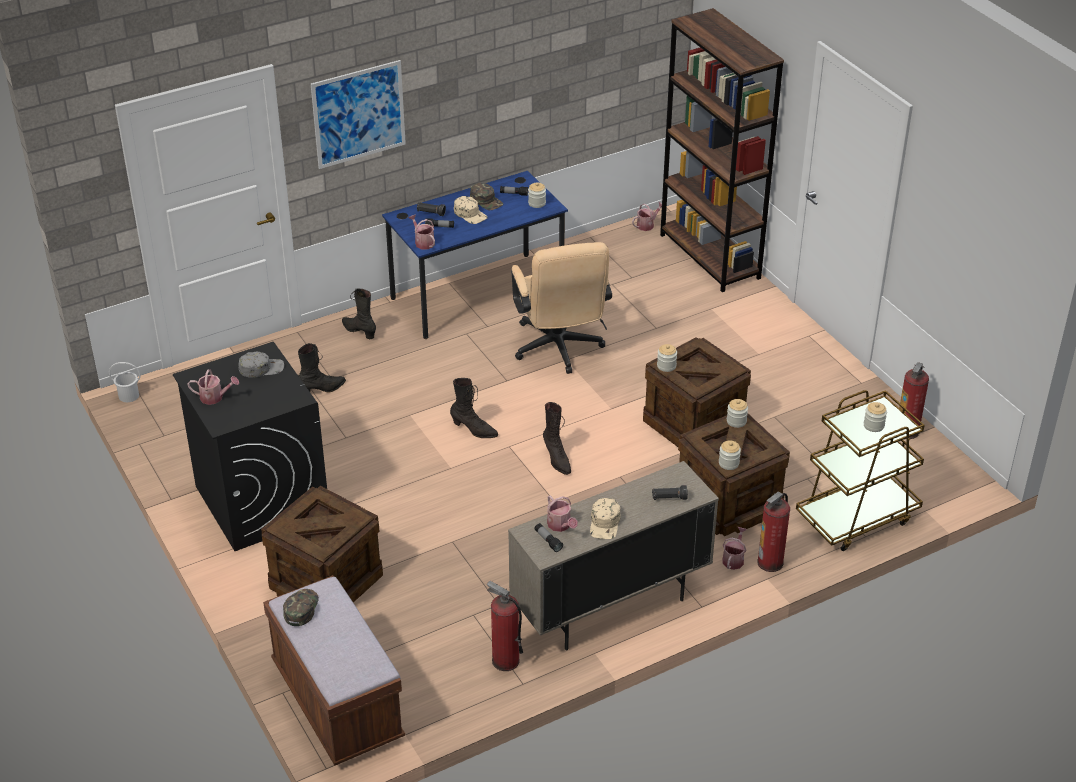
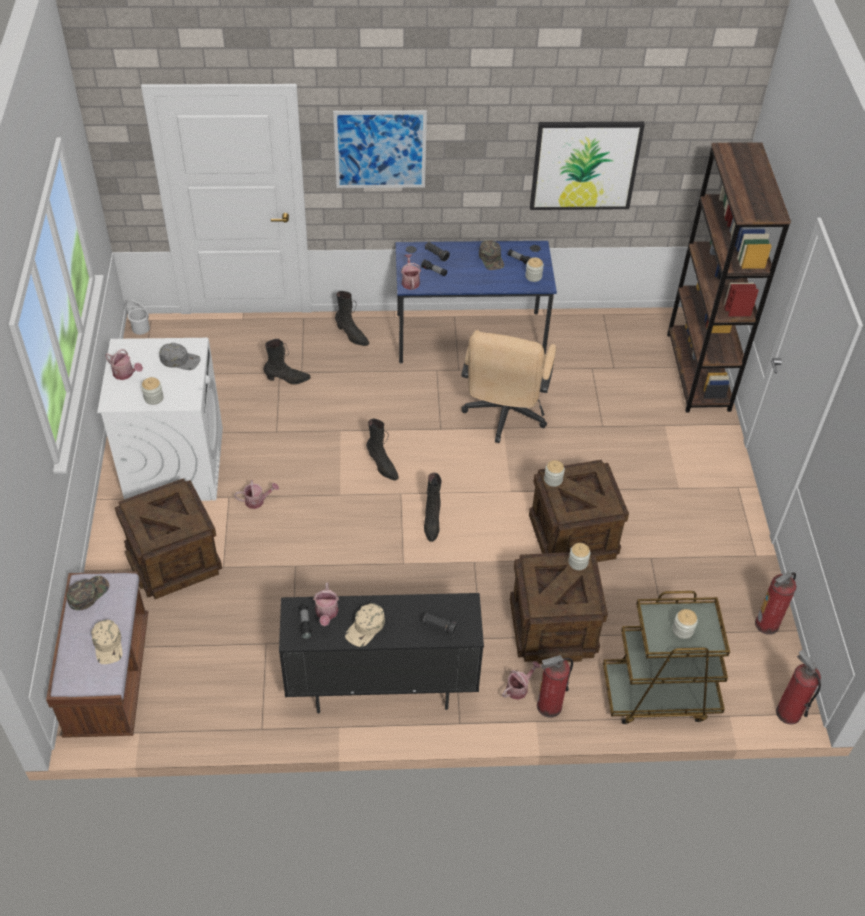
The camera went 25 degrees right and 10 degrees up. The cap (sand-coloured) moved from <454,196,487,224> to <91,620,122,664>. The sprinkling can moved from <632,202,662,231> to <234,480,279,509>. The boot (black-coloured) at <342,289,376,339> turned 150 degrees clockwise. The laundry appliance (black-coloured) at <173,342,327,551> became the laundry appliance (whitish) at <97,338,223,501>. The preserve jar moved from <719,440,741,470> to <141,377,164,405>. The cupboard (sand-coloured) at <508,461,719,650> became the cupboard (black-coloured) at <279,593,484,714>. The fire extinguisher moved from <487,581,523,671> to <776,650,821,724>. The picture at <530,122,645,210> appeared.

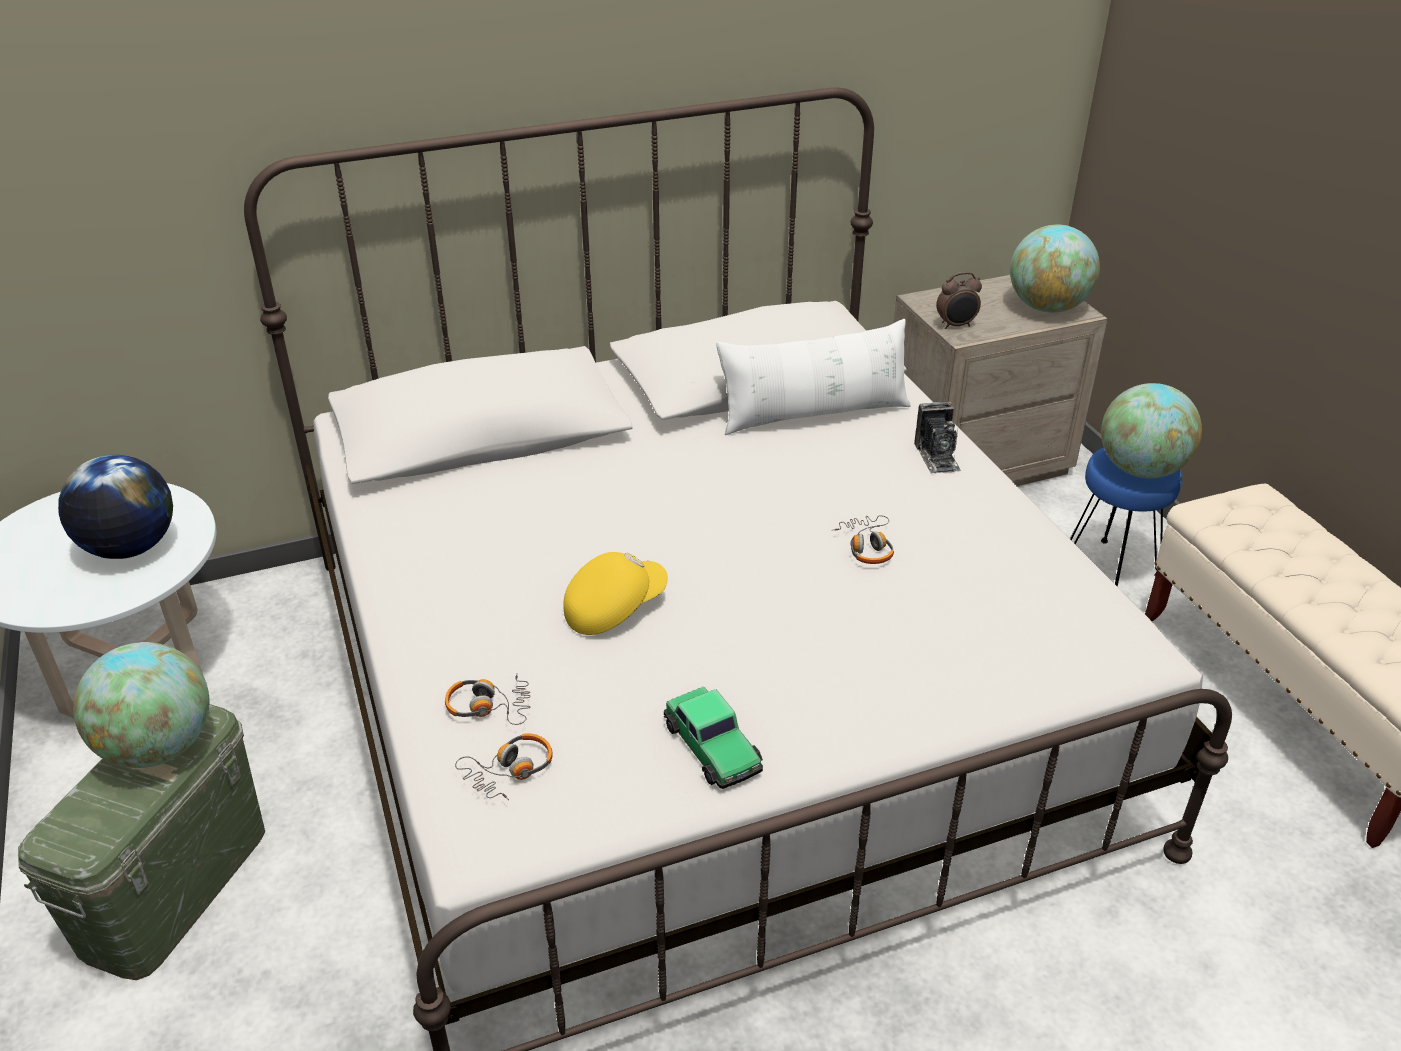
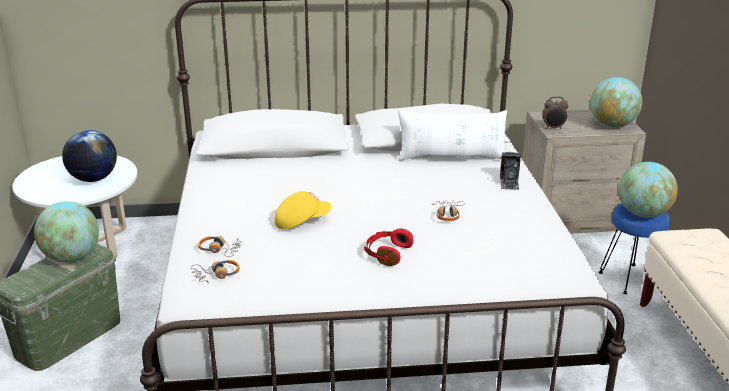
The camera went 15 degrees right and 10 degrees down. The toy car at <664,687,763,789> disappeared. The headset (reddish) at <364,228,413,266> appeared.

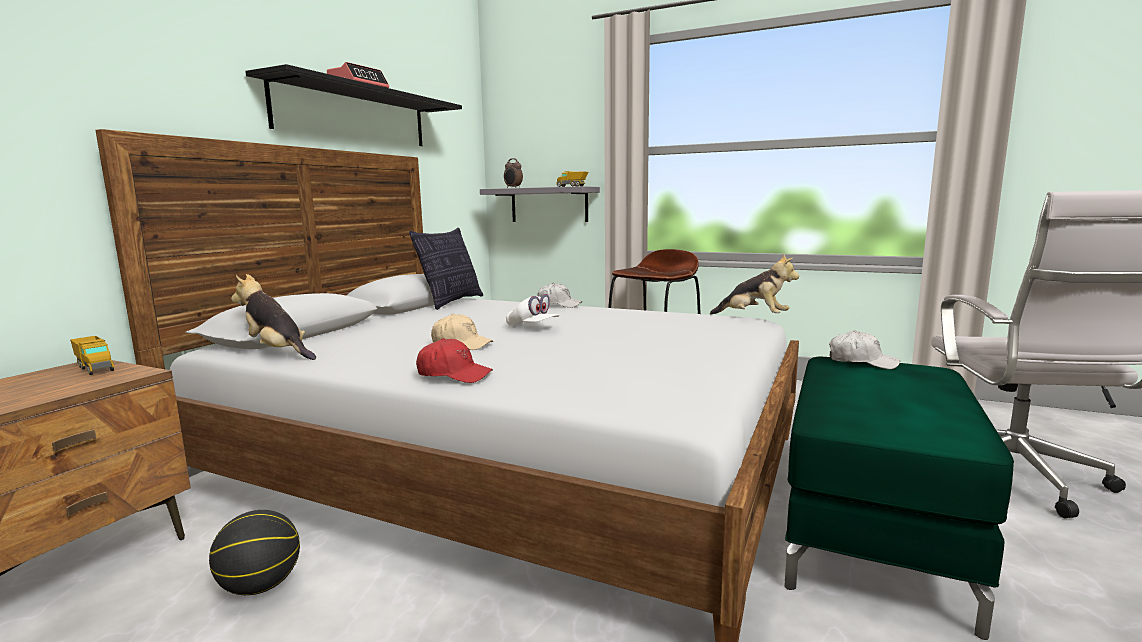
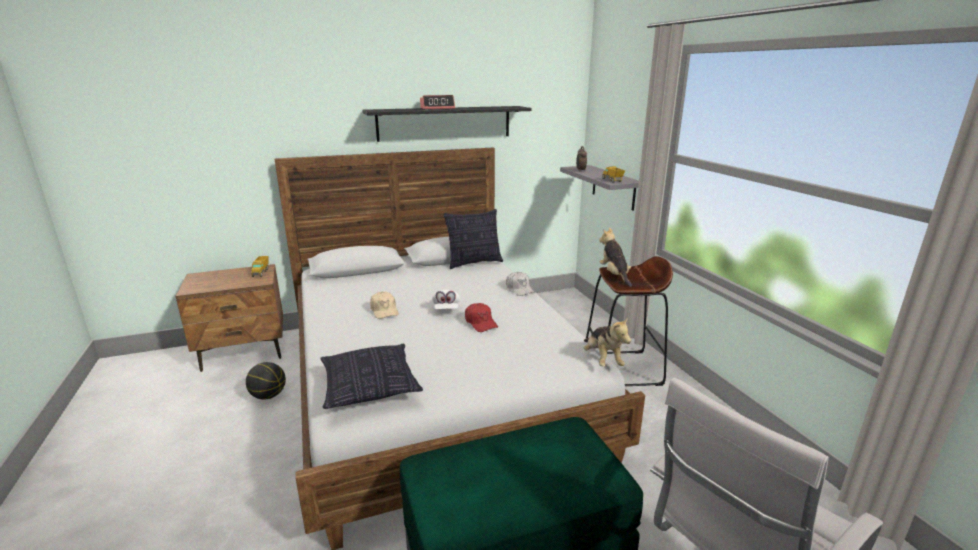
The camera went 45 degrees right and 10 degrees up. The plush toy moved from <231,274,316,360> to <599,227,632,287>. The cap (whitish) at <829,331,900,369> disappeared. The cap (reddish) moved from <416,338,493,383> to <465,303,498,332>. The pillow at <320,344,423,409> appeared.

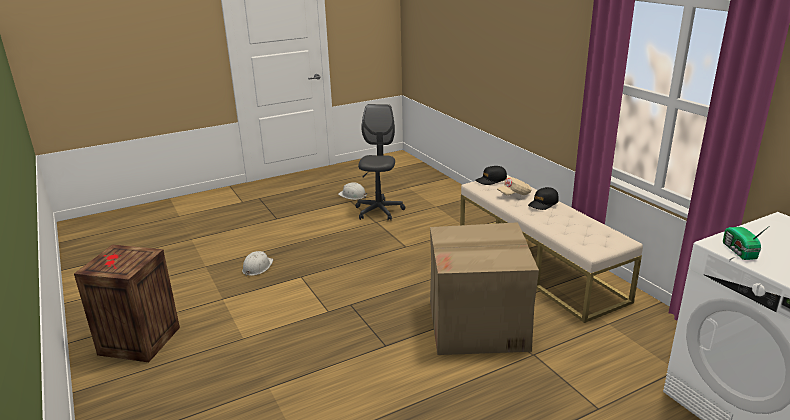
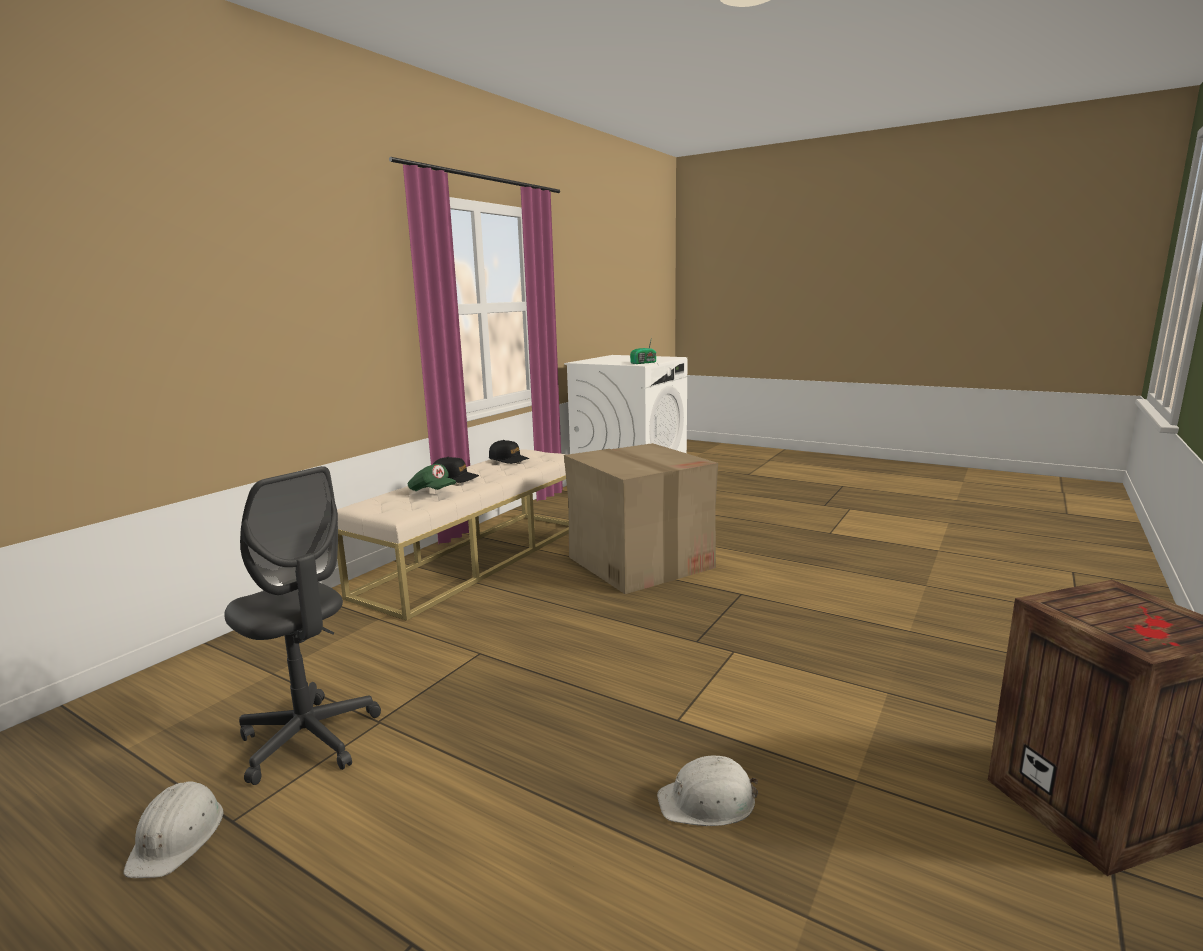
The camera went 120 degrees left and 10 degrees down. The desk chair (gray) at <355,104,405,220> turned 120 degrees counterclockwise. The cap (black-coloured) moved from <475,166,507,185> to <489,440,529,464>. The cap (sand-coloured) at <497,177,531,195> became the cap (green-coloured) at <407,464,456,491>.

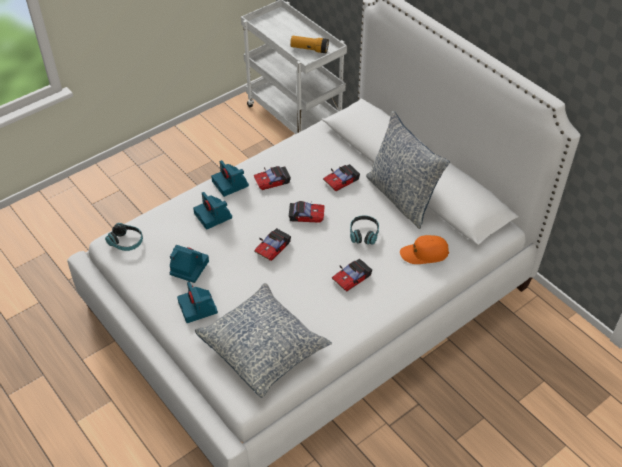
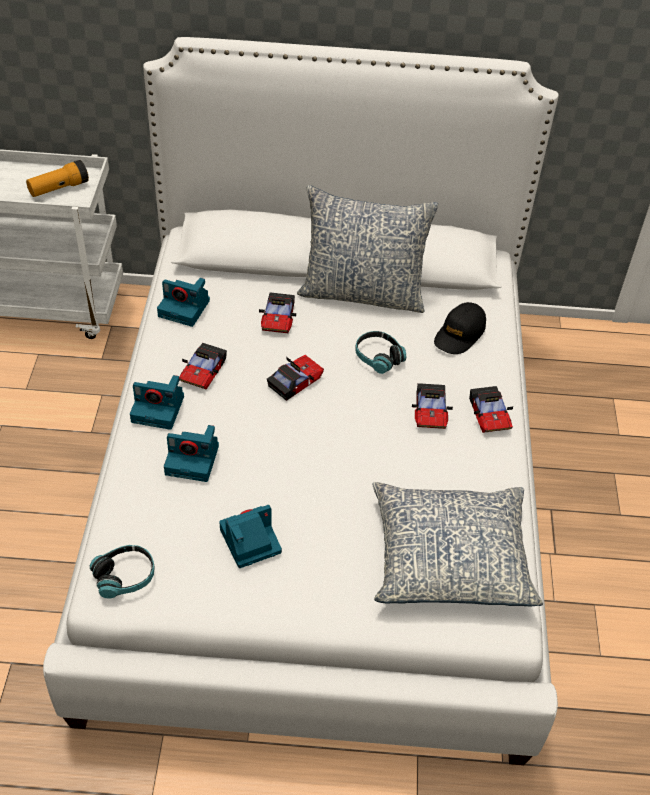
The camera went 50 degrees left and 0 degrees up. The toy car moved from <254,228,291,261> to <469,386,513,433>. The cap (orange) at <400,235,449,264> became the cap (black-coloured) at <434,302,486,354>. The photo camera moved from <177,281,218,323> to <157,278,210,327>.

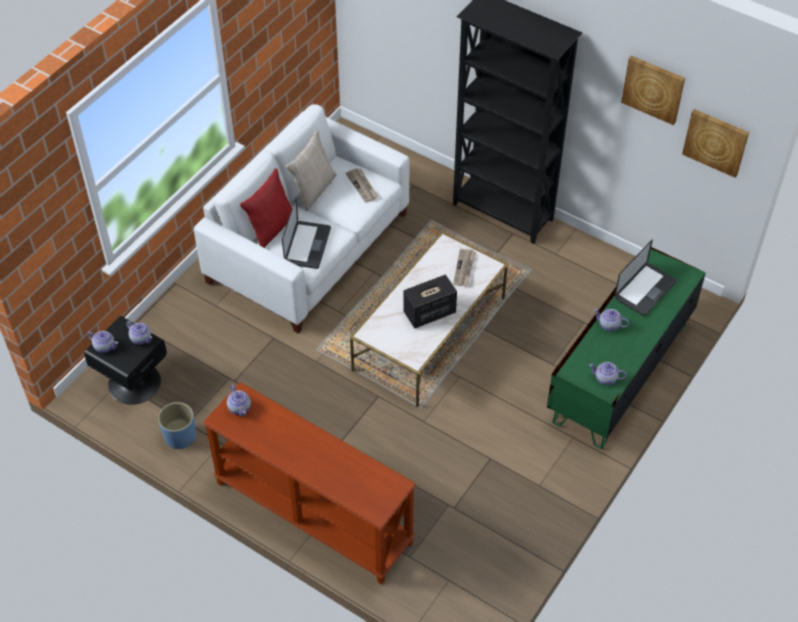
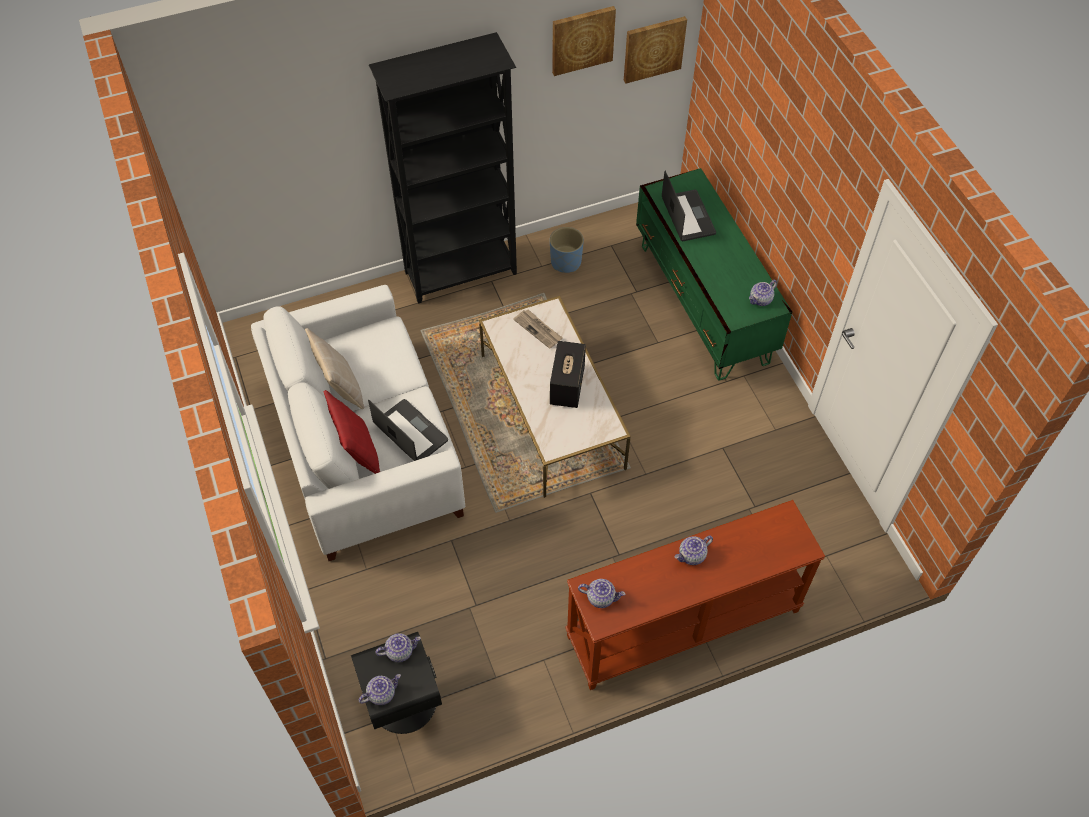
The camera went 55 degrees left and 5 degrees up. The printed paper at <346,168,378,202> disappeared. The tea pot moved from <594,309,629,331> to <675,536,713,565>. The plant pot (blue) moved from <158,402,196,449> to <550,227,584,273>.

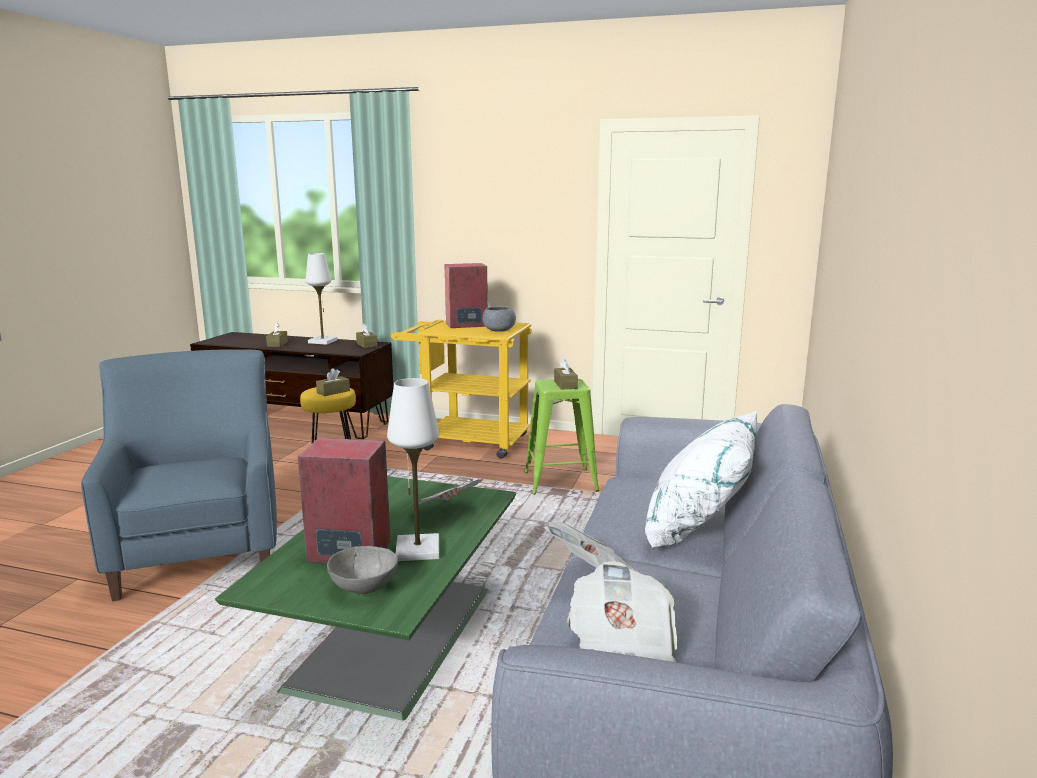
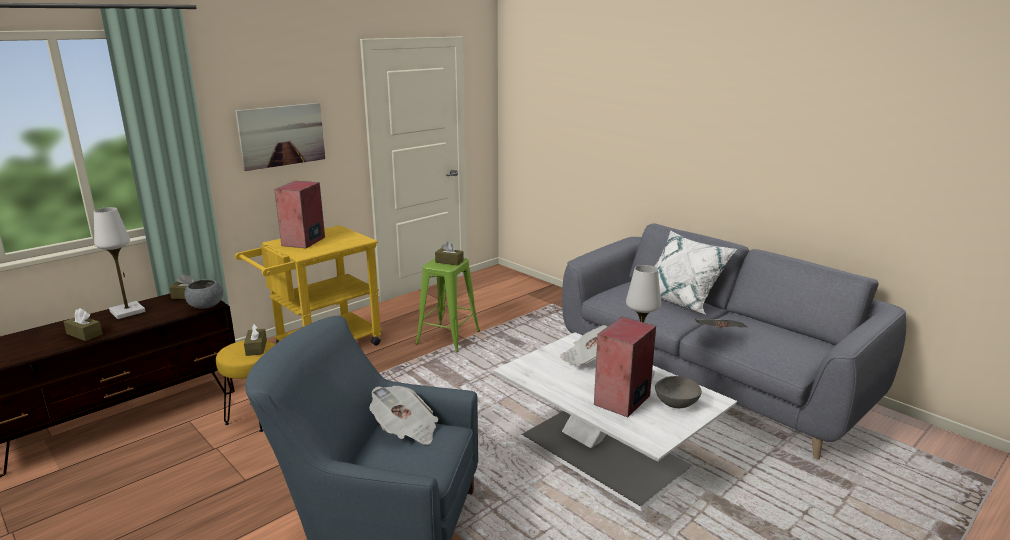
The camera went 60 degrees left and 5 degrees up. The serving bowl (gray) moved from <483,306,516,332> to <184,279,223,309>. The low table (green-coloured) at <215,476,516,721> became the low table (whitish) at <493,332,737,511>. The printed paper moved from <567,561,677,662> to <369,386,438,445>. The picture at <235,103,325,171> appeared.

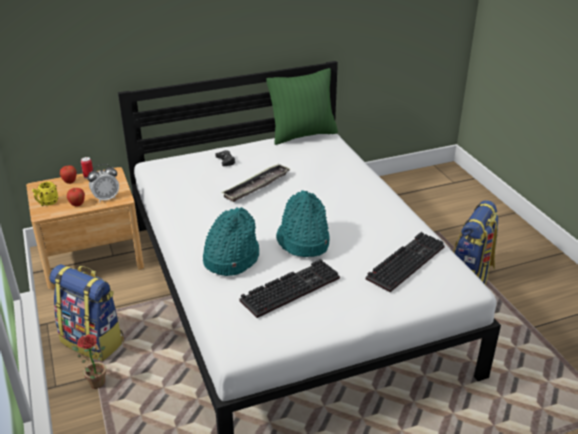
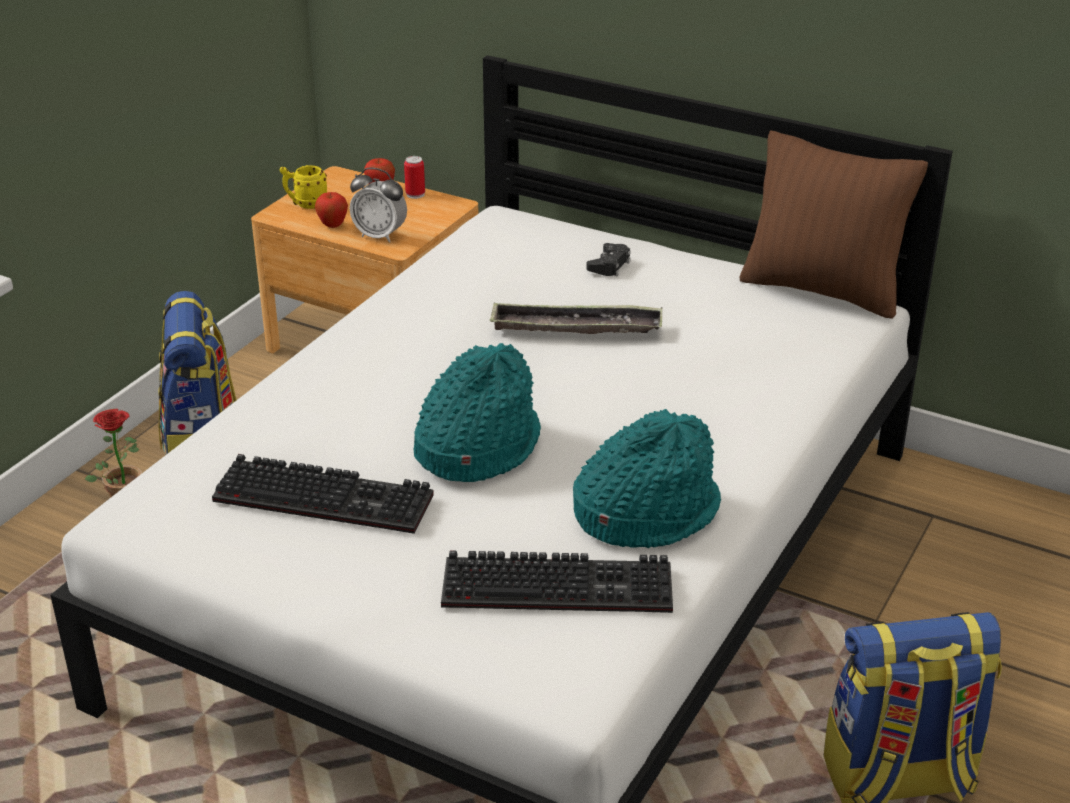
The camera went 50 degrees right and 0 degrees up. The pillow (green-coloured) at <266,68,338,145> became the pillow (brown) at <740,131,928,319>. The hat (turquoise) moved from <203,207,259,276> to <573,409,721,548>.

